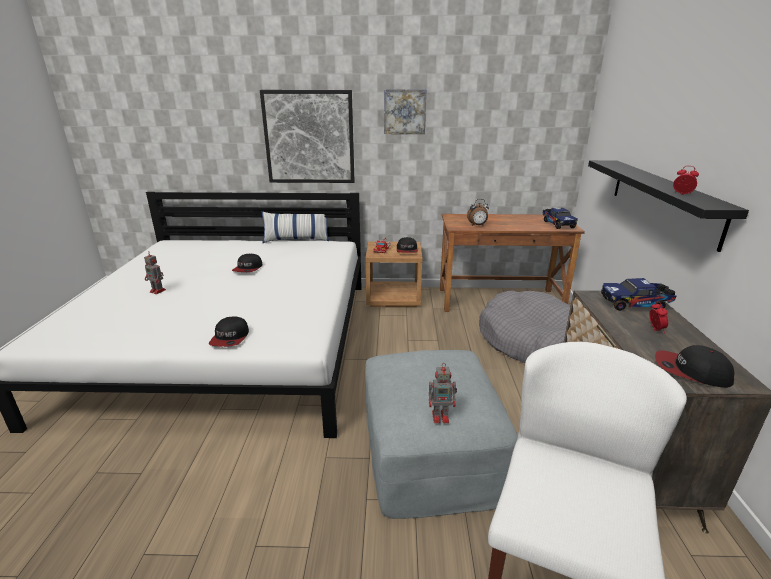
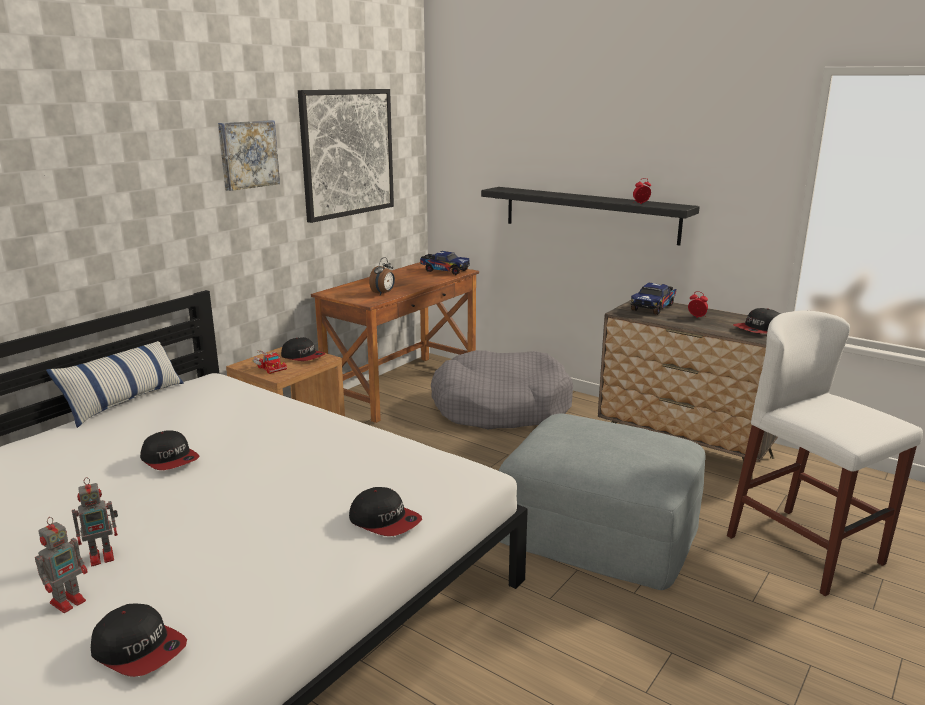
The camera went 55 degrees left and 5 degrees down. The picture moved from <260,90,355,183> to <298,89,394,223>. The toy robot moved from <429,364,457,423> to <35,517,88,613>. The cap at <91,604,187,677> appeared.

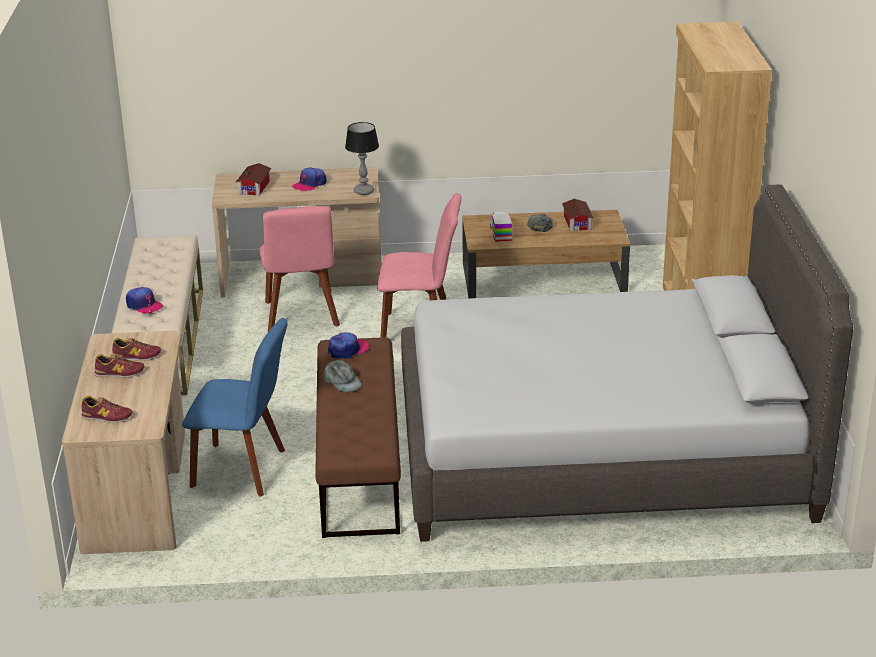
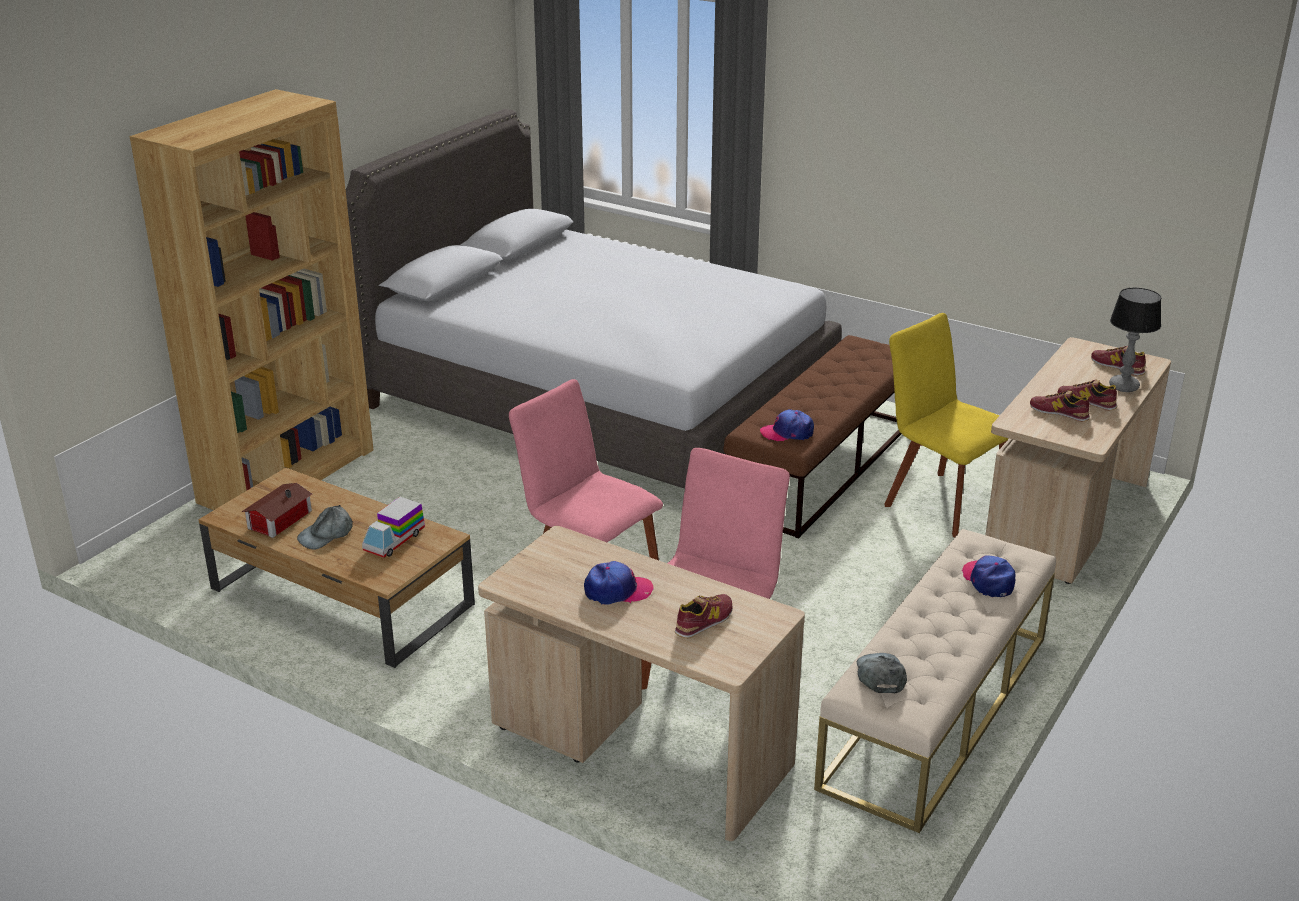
The camera went 145 degrees left and 0 degrees up. The tabletop lamp moved from <345,122,379,195> to <1109,288,1161,392>. The model house at <236,163,271,196> was replaced by the low shoe at <675,594,732,639>. The plain chair (blue) at <182,318,288,497> became the plain chair (yellowish) at <884,313,1009,537>. The cap (gray) moved from <324,360,362,392> to <857,653,907,693>.

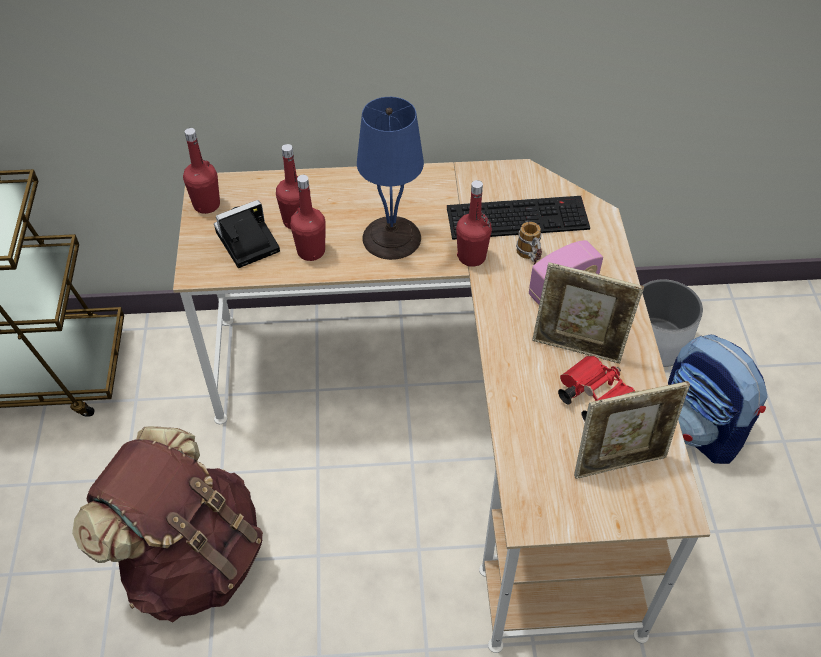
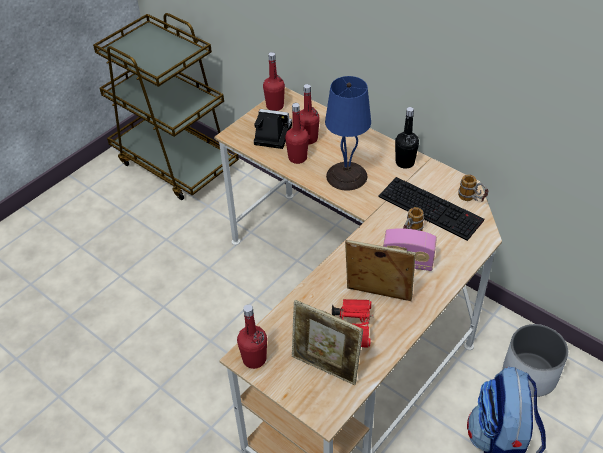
The camera went 45 degrees right and 5 degrees down. The bottle (reddish) moved from <456,180,492,267> to <237,304,267,369>. The standing frame at <532,262,644,363> turned 135 degrees clockwise. The knapsack (brown) at <72,426,263,622> disappeared. The bottle (black-coloured) at <395,107,419,169> appeared. The coffee mug at <458,174,488,201> appeared.

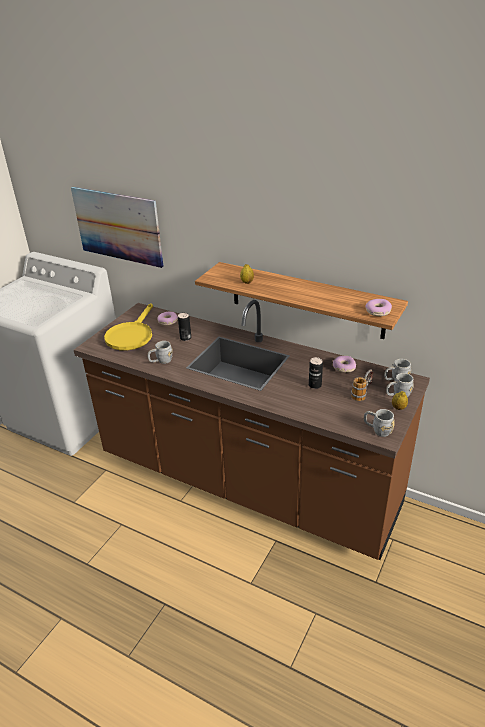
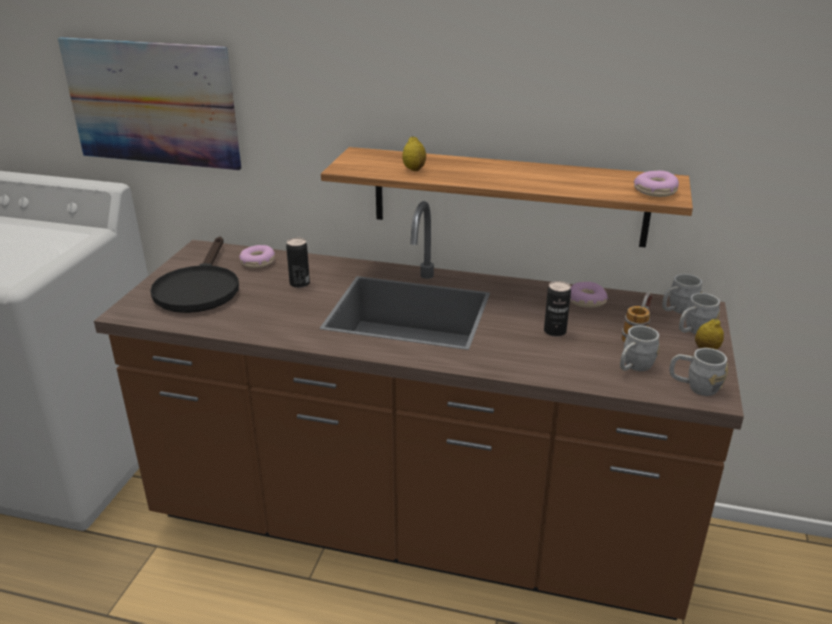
The camera went 15 degrees left and 5 degrees down. The frying pan (yellowish) at <104,303,153,351> became the frying pan (black-coloured) at <150,237,239,313>. The coffee mug (gray) moved from <147,341,173,364> to <620,326,660,371>.

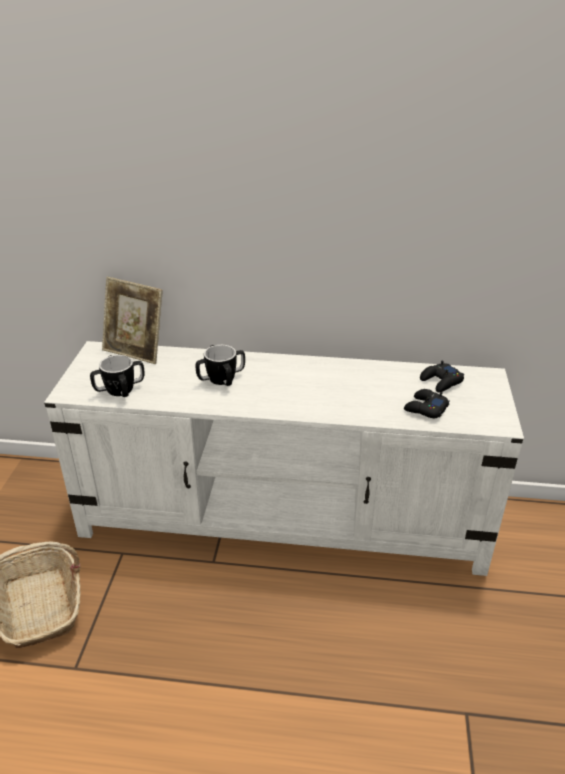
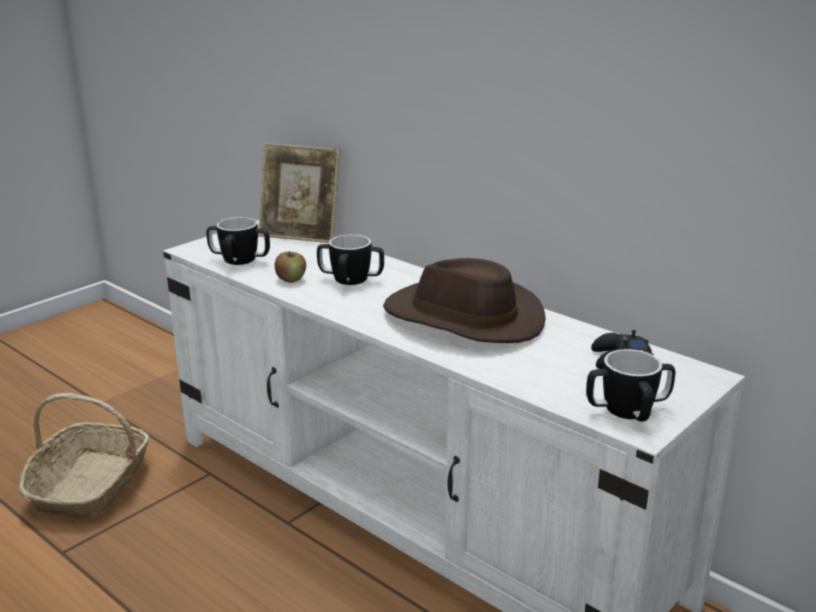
The camera went 35 degrees right and 10 degrees down. The standing frame at <102,277,163,364> turned 45 degrees counterclockwise. The joypad (black-coloured) at <404,389,450,418> disappeared. The whole apple at <275,251,306,283> appeared. The hat (brown) at <383,258,546,343> appeared. The coffee mug at <586,349,676,422> appeared.

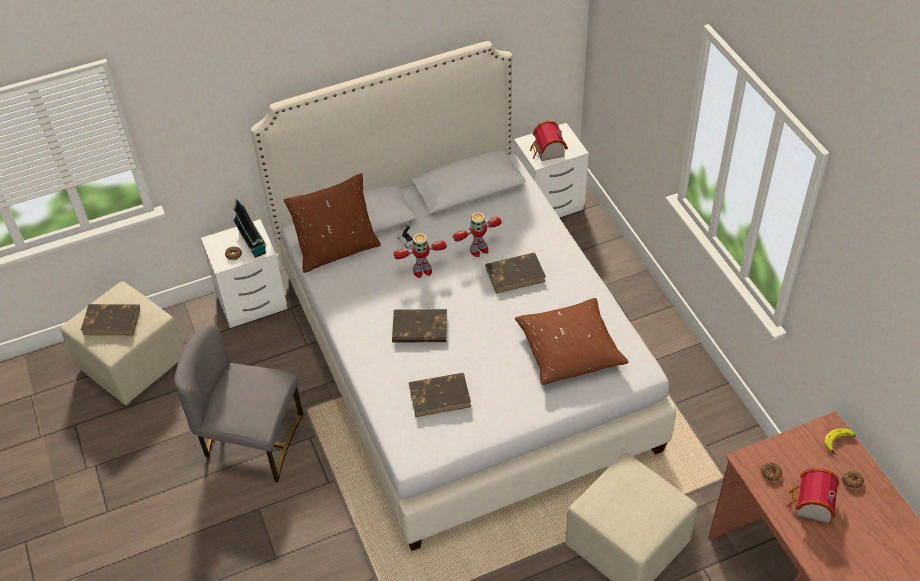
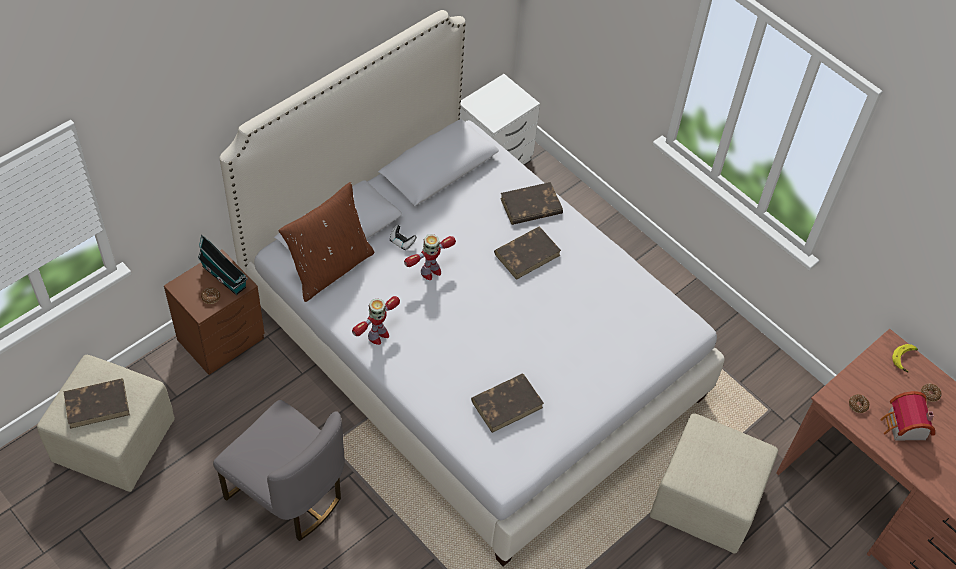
The camera went 25 degrees left and 5 degrees up. The model house at <530,121,568,161> disappeared. The toy robot moved from <453,212,502,257> to <352,296,400,345>. The night table (whitish) at <201,219,288,328> became the night table (brown) at <164,250,265,375>. The pillow (brown) at <515,298,629,385> disappeared. The bound book (brown) moved from <392,309,447,343> to <500,182,563,225>. The plain chair (gray) at <174,324,303,482> turned 135 degrees counterclockwise.

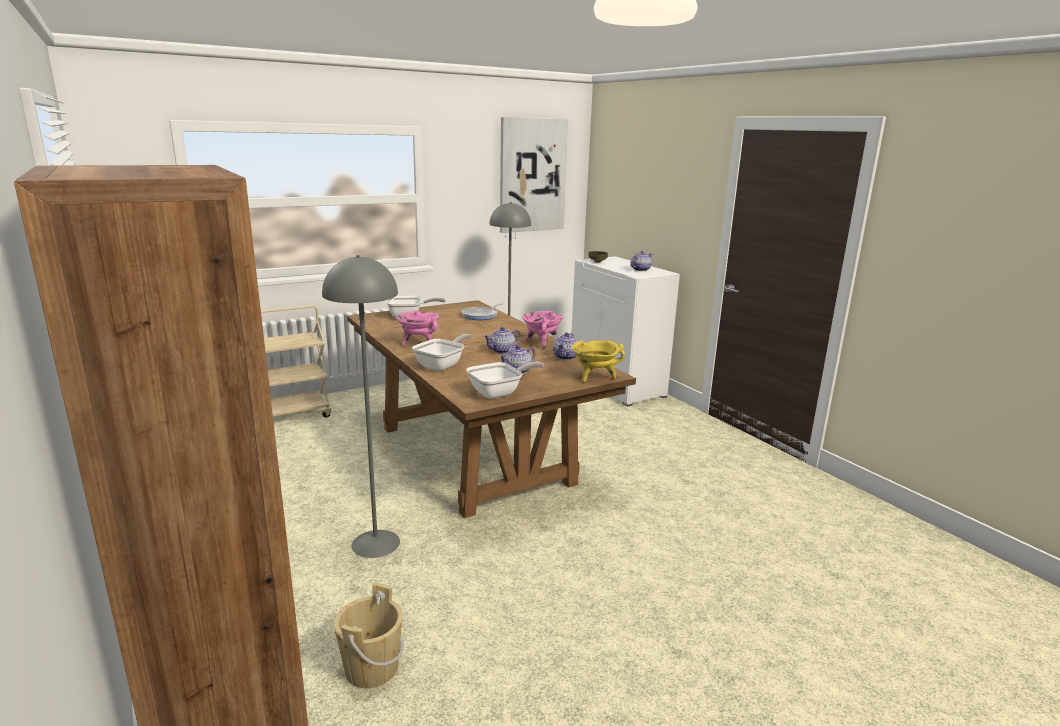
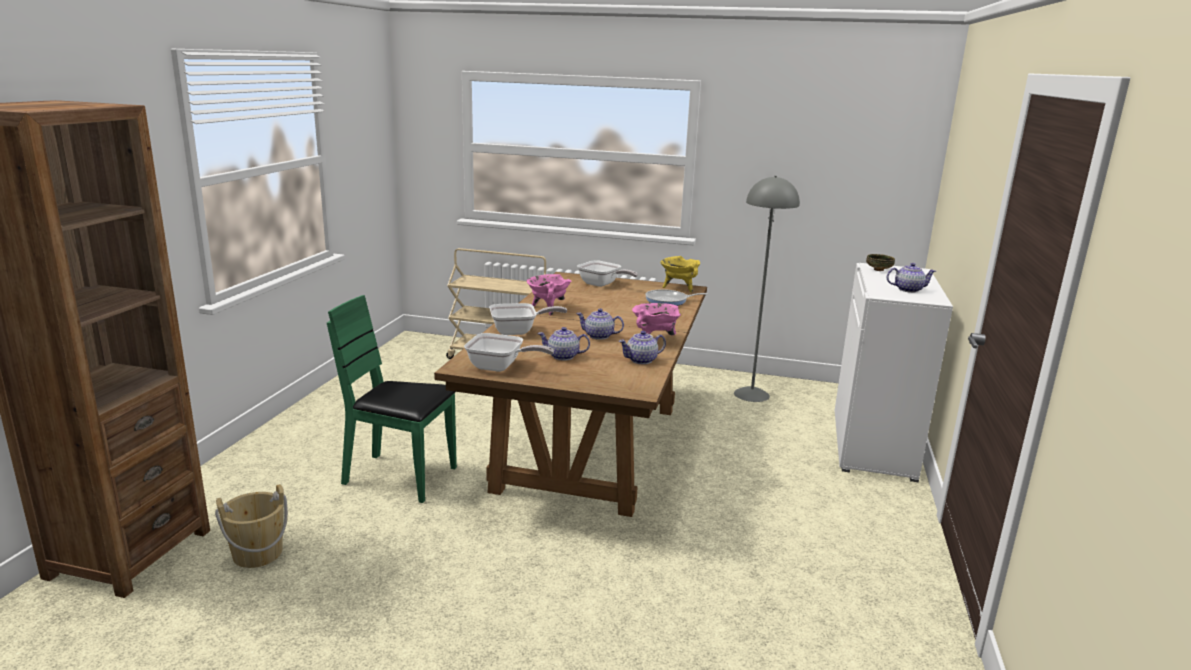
The camera went 45 degrees right and 0 degrees up. The picture at <500,117,568,233> disappeared. The standard lamp (gray) at <322,255,400,558> was replaced by the plain chair (green-coloured) at <327,295,457,503>. The cooking pot (yellowish) moved from <572,340,625,383> to <660,256,700,292>.

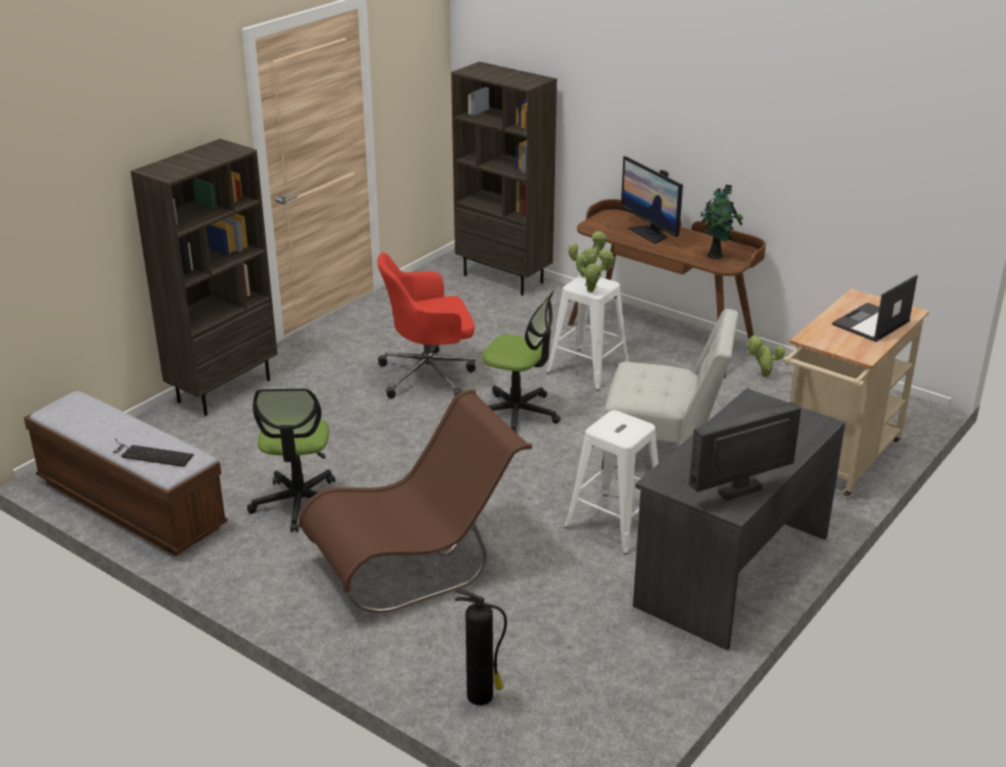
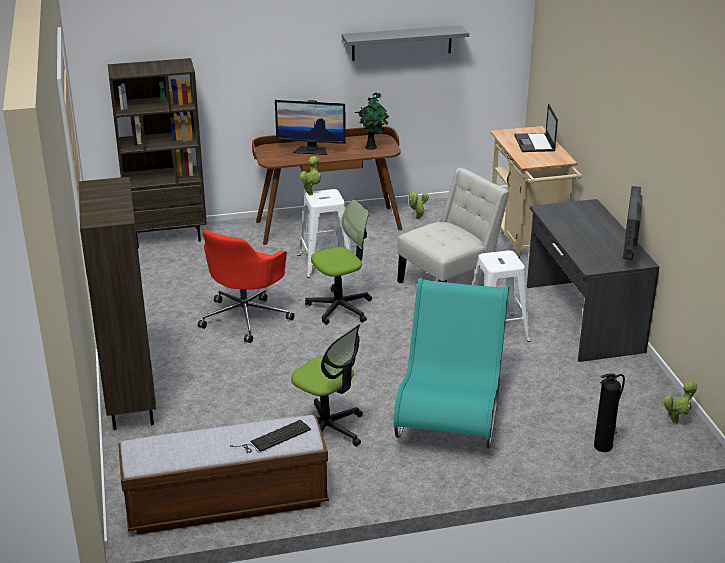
The camera went 50 degrees left and 0 degrees up. The plant in a pot moved from <576,248,615,293> to <664,381,697,424>. The plain chair (brown) at <299,389,532,613> became the plain chair (turquoise) at <393,277,509,449>. The bracket shelf (gray) at <342,25,469,61> appeared.

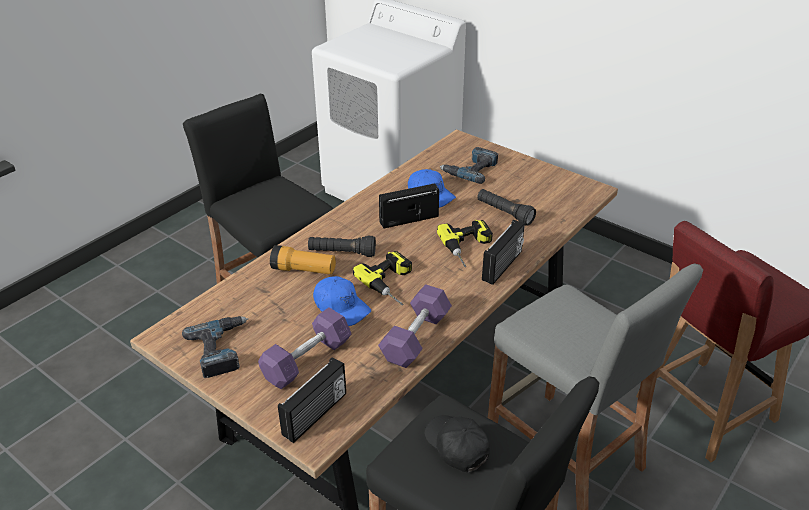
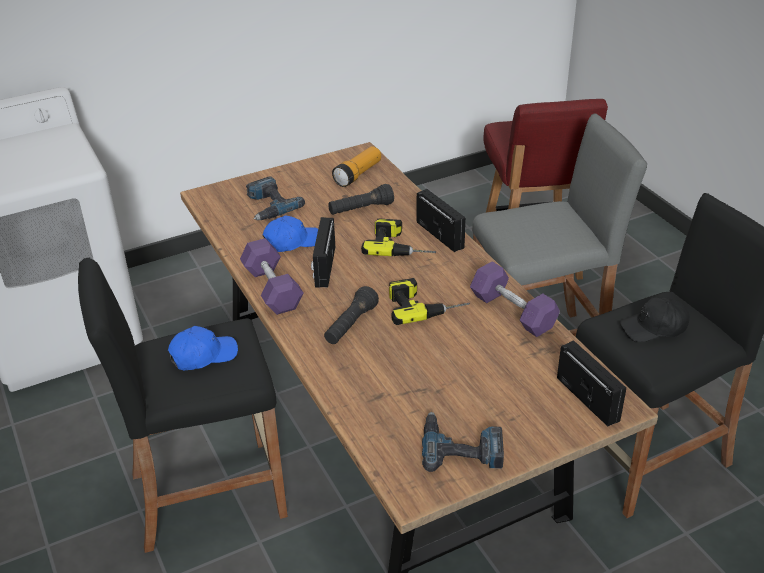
The camera went 65 degrees left and 0 degrees up. The torch moved from <270,245,336,275> to <332,146,381,187>. The cap (blue) moved from <313,276,371,326> to <168,326,238,370>. The dumbbell (purplish) moved from <258,308,351,389> to <240,238,304,315>.

